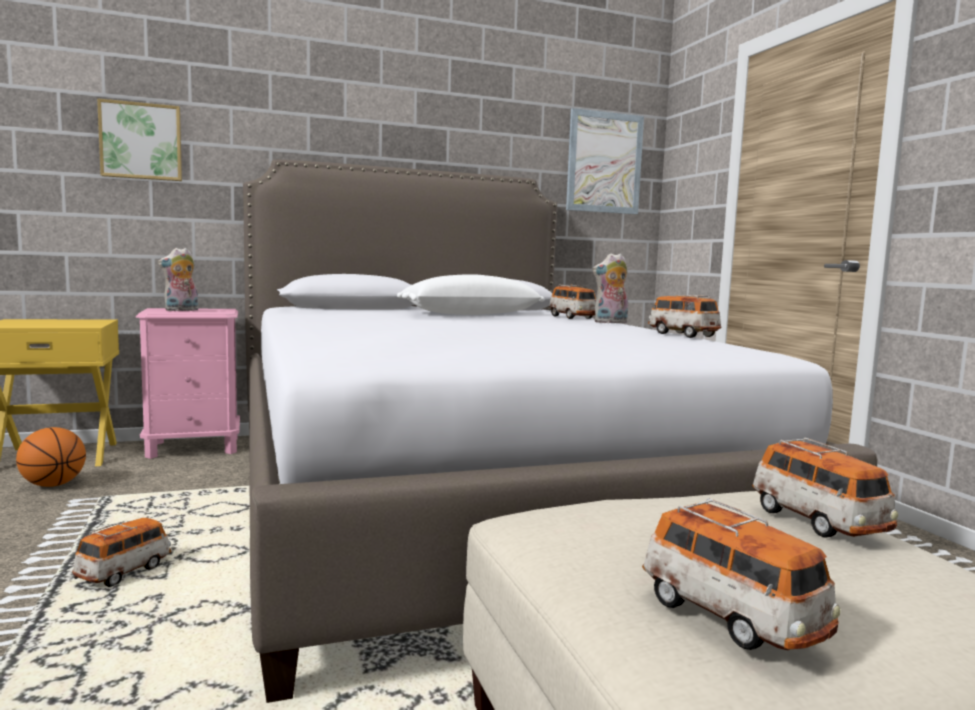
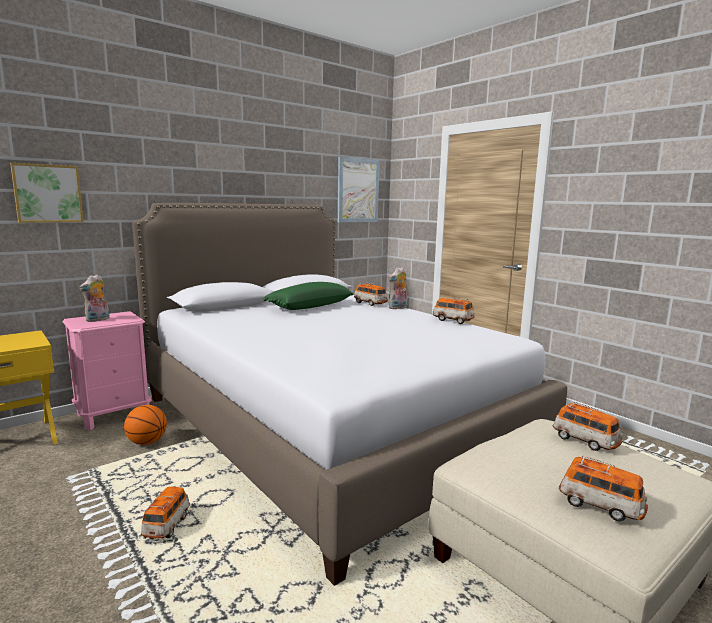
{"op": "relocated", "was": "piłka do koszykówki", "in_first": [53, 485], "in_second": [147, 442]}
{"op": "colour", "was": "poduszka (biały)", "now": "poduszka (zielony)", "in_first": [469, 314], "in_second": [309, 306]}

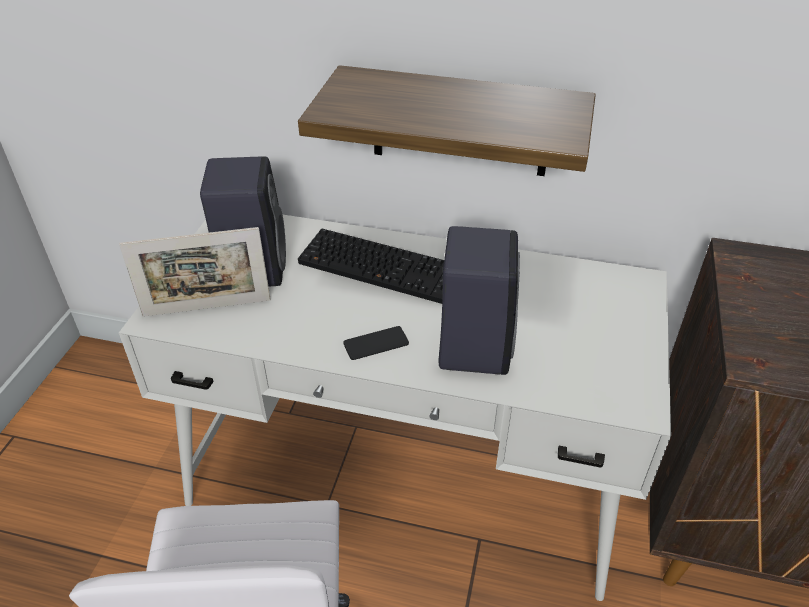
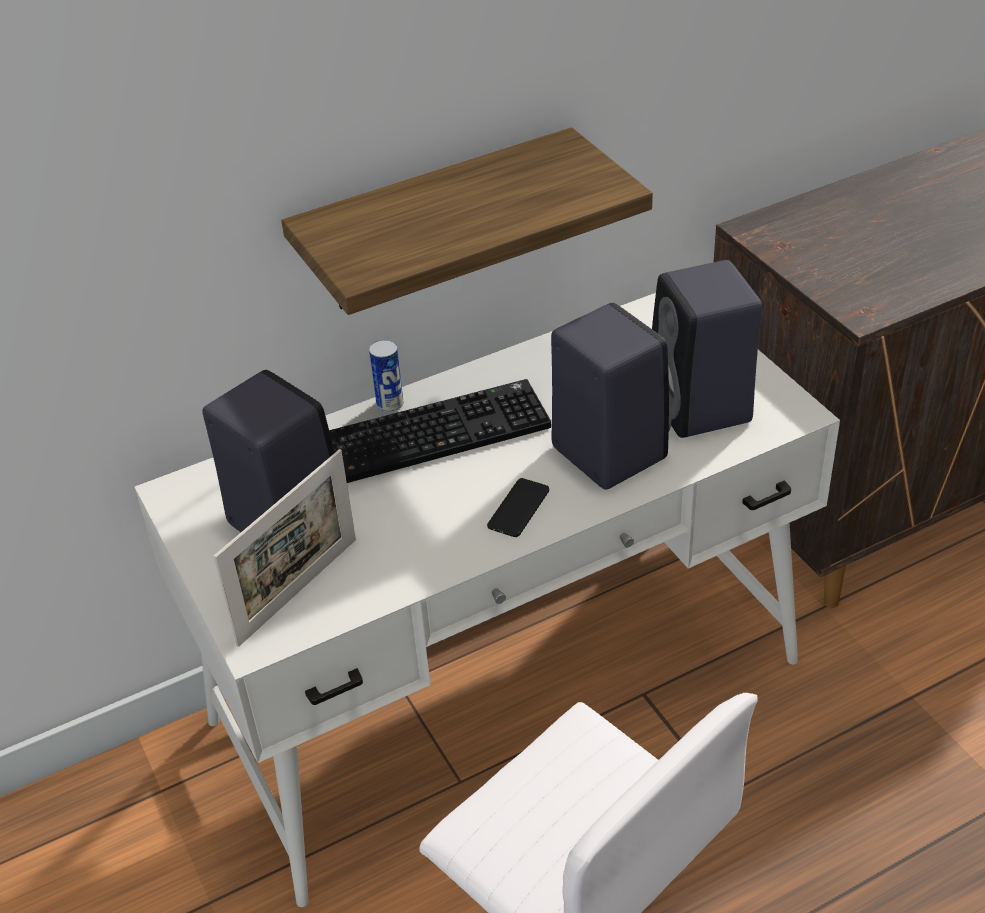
{"op": "appeared", "now": "puszka", "in_second": [390, 404]}
{"op": "appeared", "now": "głośnik (czarny)", "in_second": [702, 408]}

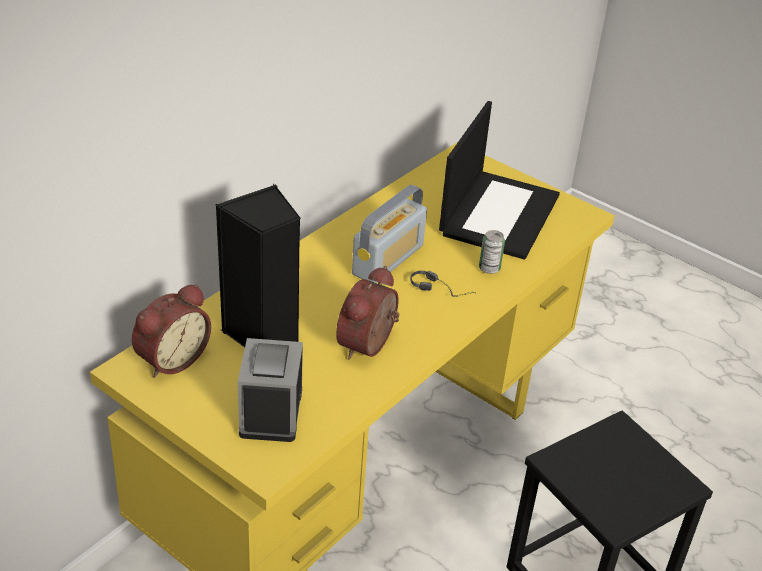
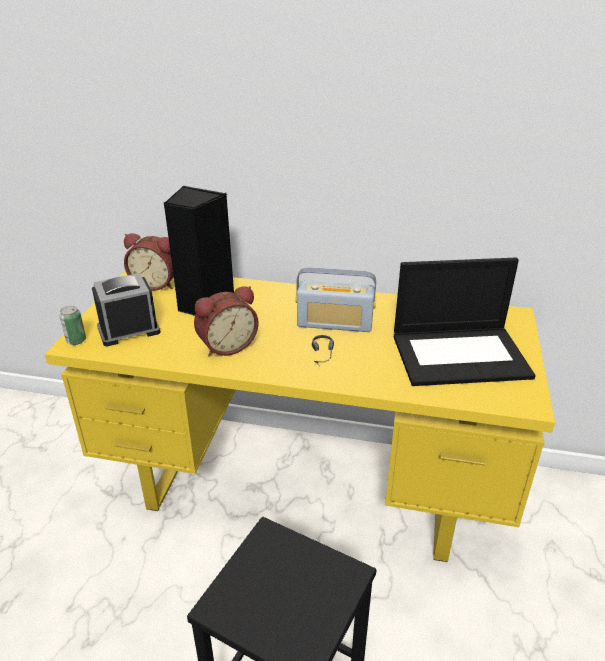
{"op": "relocated", "was": "puszka", "in_first": [489, 268], "in_second": [76, 340]}
{"op": "spun", "was": "budzik", "in_first": [370, 346], "in_second": [226, 345], "clockwise": 150}

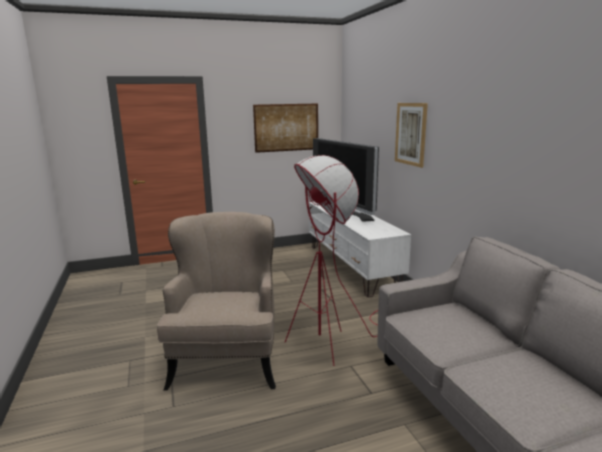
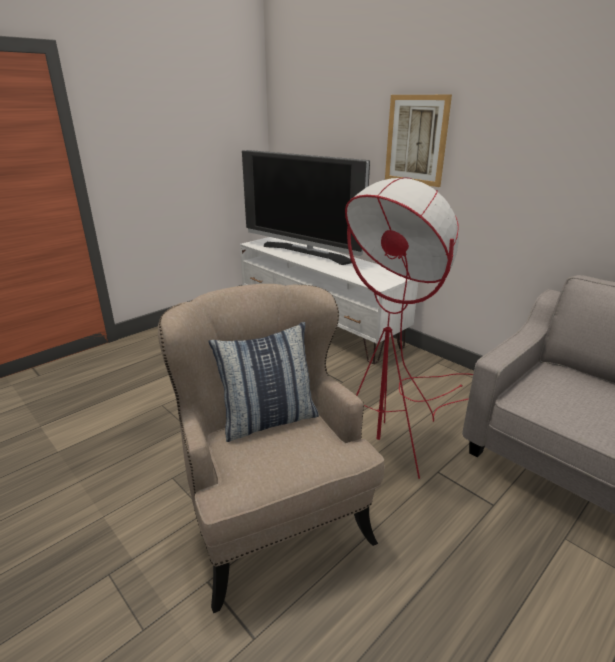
{"op": "missing", "was": "obraz", "in_first": [286, 127]}
{"op": "appeared", "now": "poduszka", "in_second": [269, 420]}

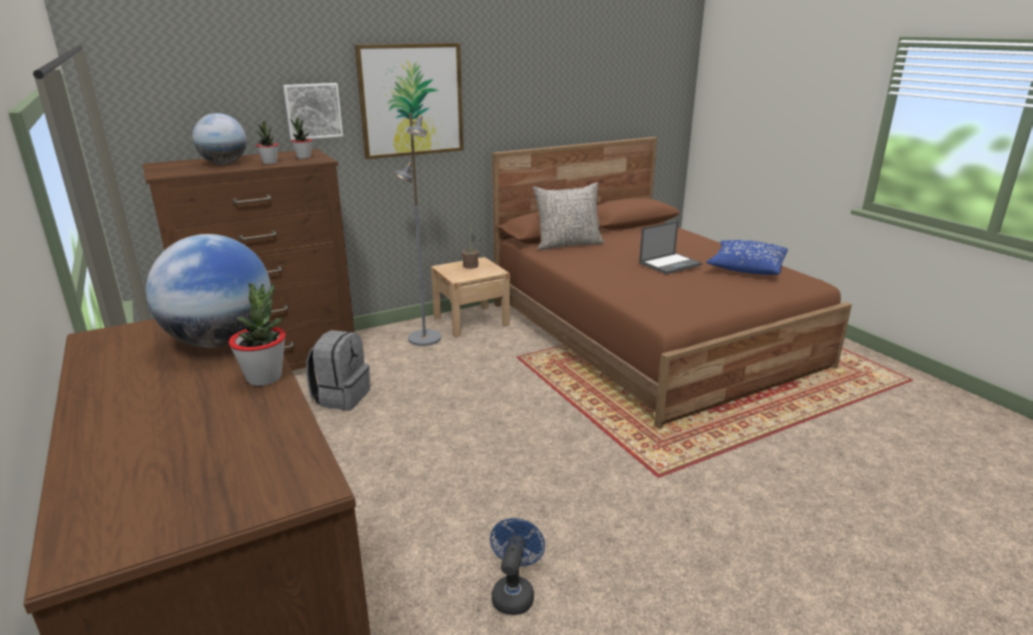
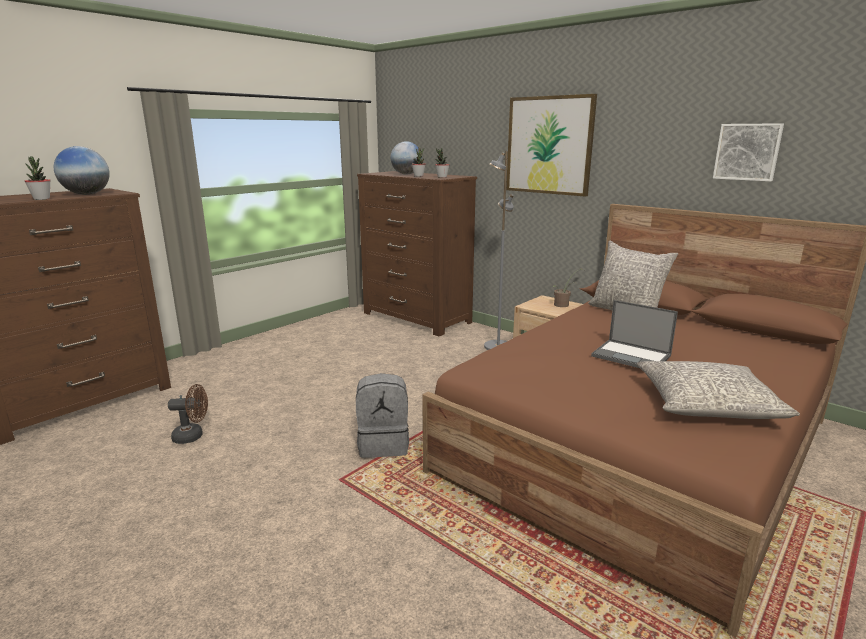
{"op": "relocated", "was": "obraz", "in_first": [313, 111], "in_second": [747, 152]}
{"op": "relocated", "was": "plecak (szary)", "in_first": [341, 397], "in_second": [383, 444]}
{"op": "colour", "was": "wentylator (niebieski)", "now": "wentylator (brązowy)", "in_first": [514, 592], "in_second": [193, 436]}
{"op": "colour", "was": "poduszka (niebieski)", "now": "poduszka (szary)", "in_first": [746, 268], "in_second": [706, 404]}

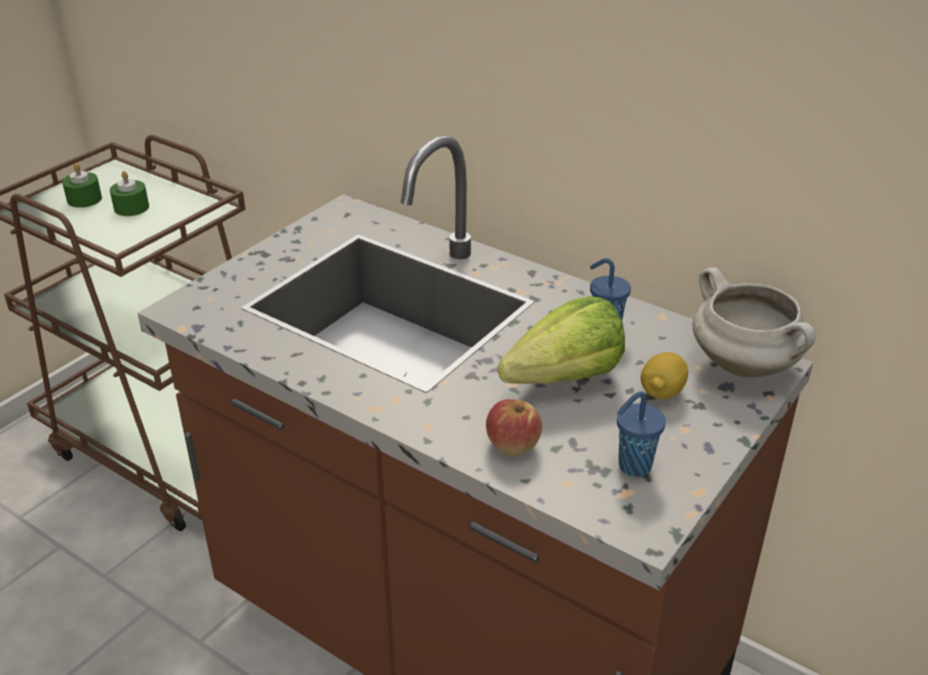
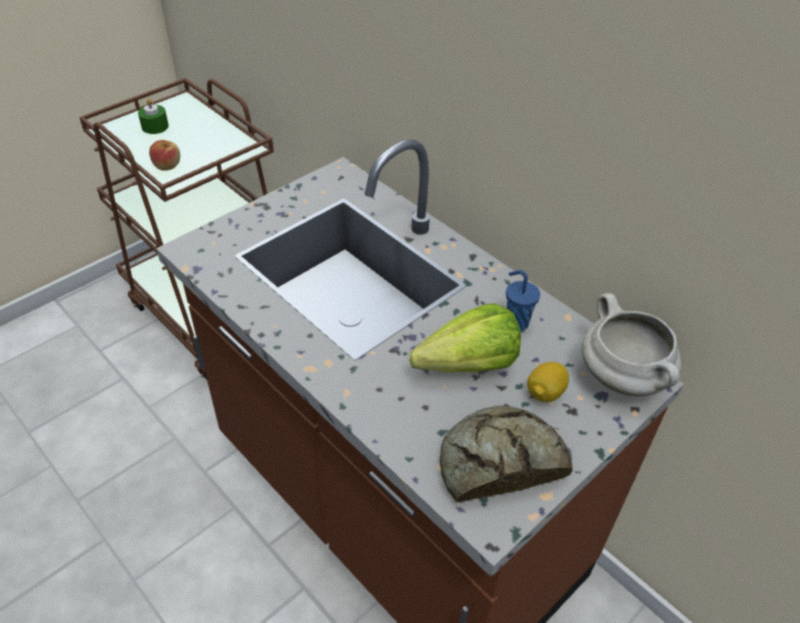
{"op": "missing", "was": "świeca (zielony)", "in_first": [131, 208]}
{"op": "relocated", "was": "jabłko", "in_first": [513, 444], "in_second": [167, 165]}
{"op": "exchanged", "was": "filiżanka (niebieski)", "now": "chleb", "in_first": [632, 467], "in_second": [499, 461]}

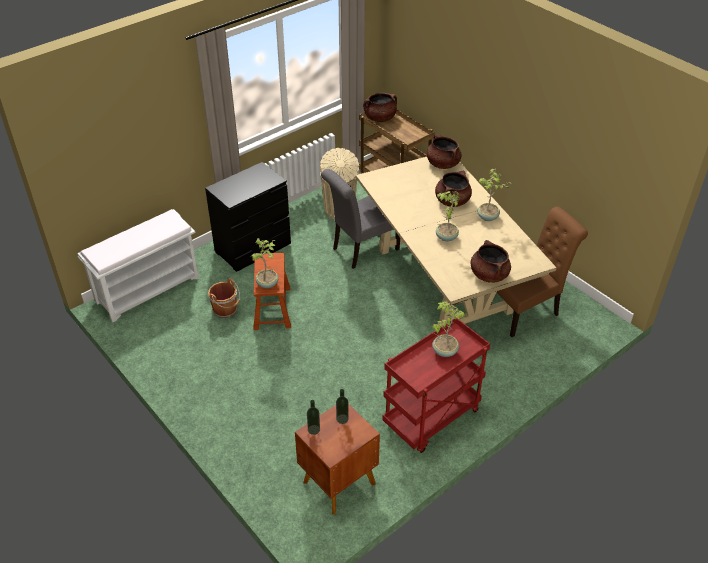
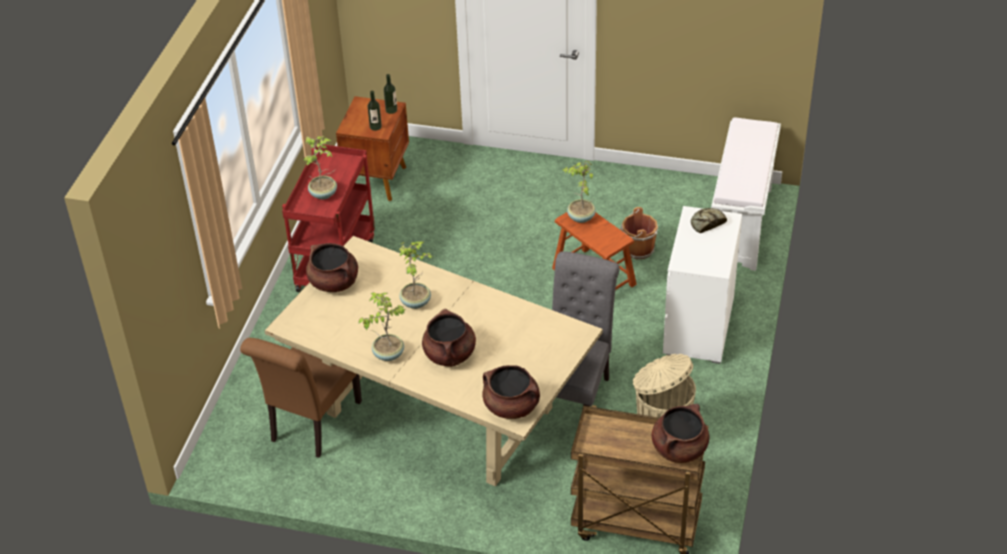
{"op": "appeared", "now": "chleb", "in_second": [707, 223]}
{"op": "colour", "was": "komoda (czarny)", "now": "komoda (biały)", "in_first": [253, 248], "in_second": [698, 327]}

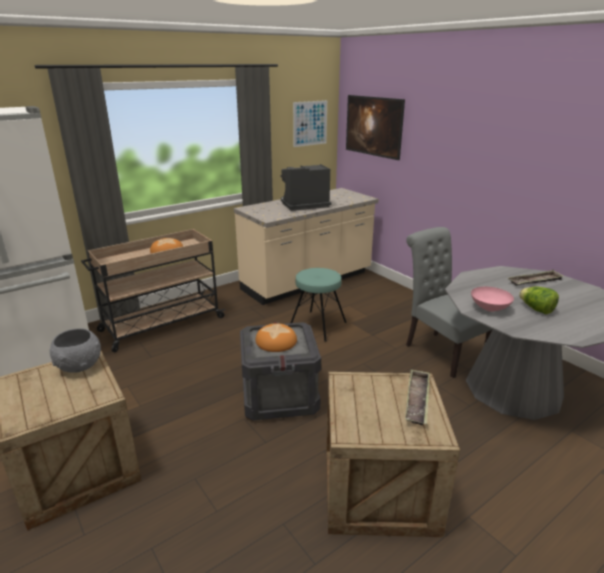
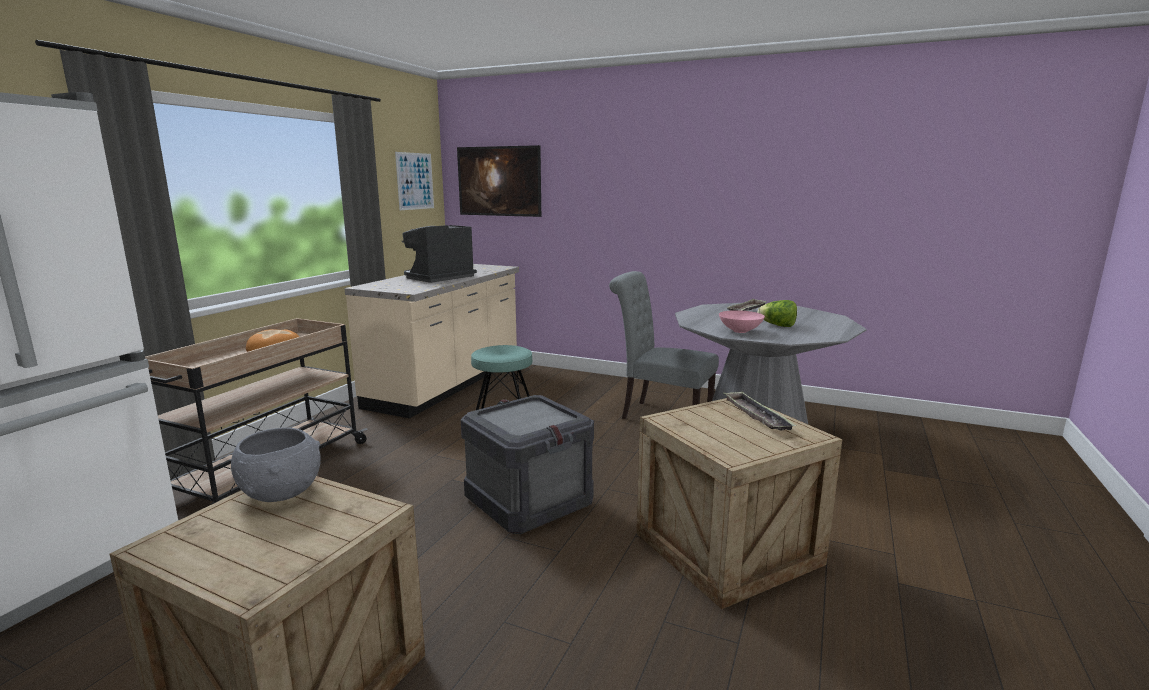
{"op": "missing", "was": "chleb", "in_first": [276, 341]}

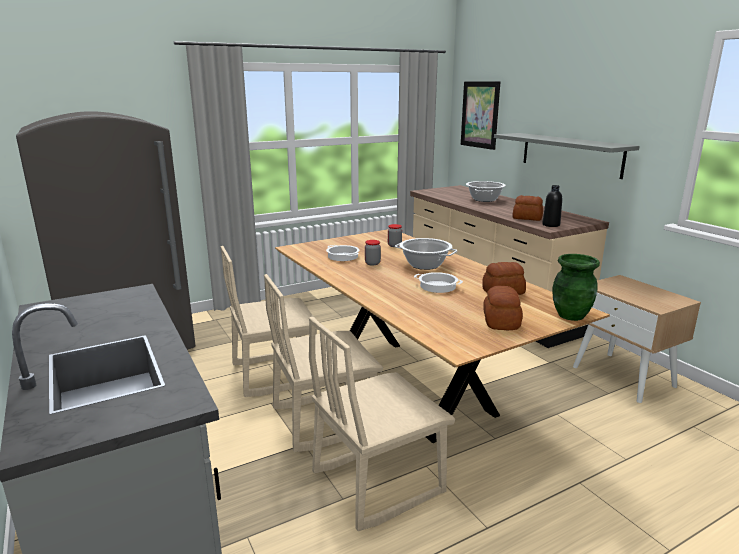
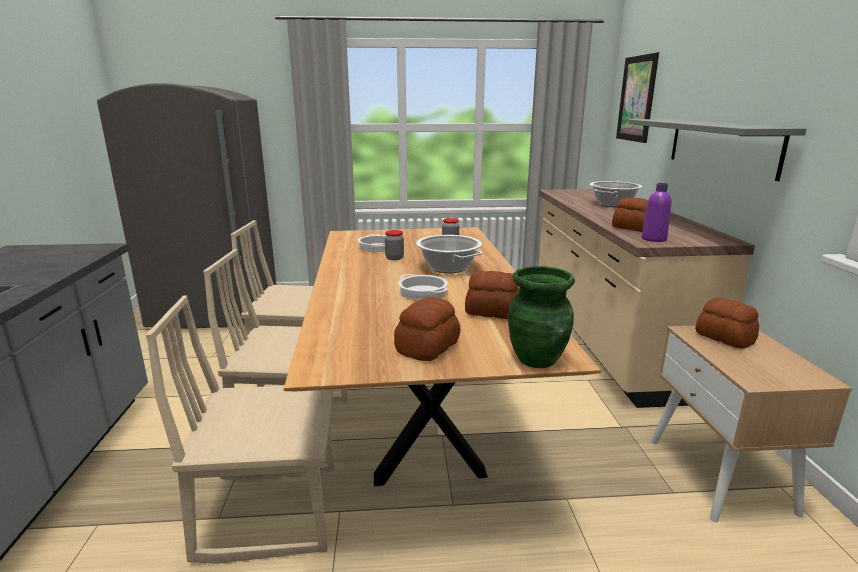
{"op": "appeared", "now": "chleb", "in_second": [724, 337]}
{"op": "colour", "was": "butelka (czarny)", "now": "butelka (fioletowy)", "in_first": [551, 225], "in_second": [653, 239]}

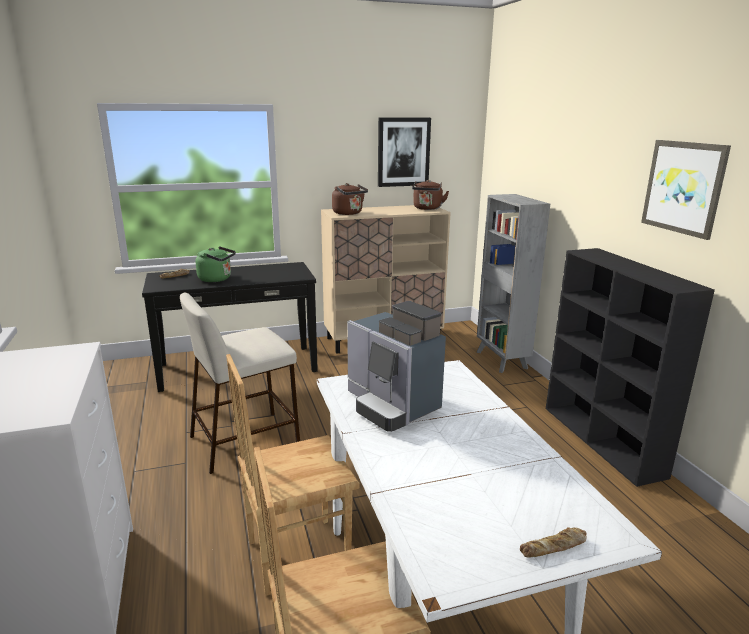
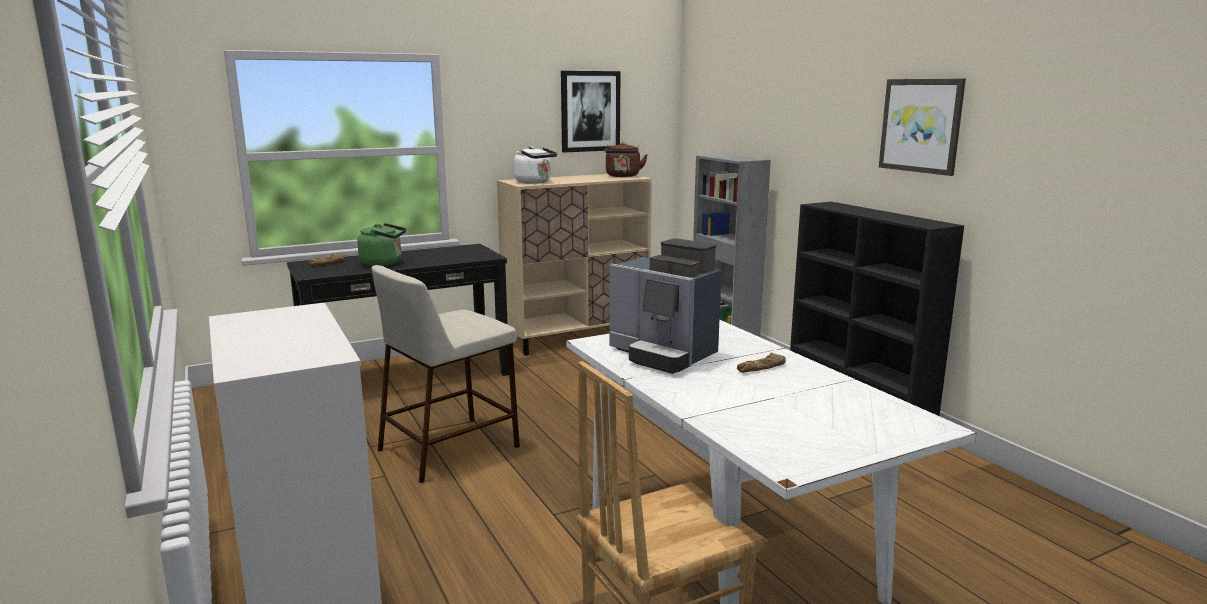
{"op": "missing", "was": "krzesło (brązowy)", "in_first": [297, 554]}
{"op": "relocated", "was": "chleb", "in_first": [554, 547], "in_second": [762, 368]}
{"op": "colour", "was": "czajnik (brązowy)", "now": "czajnik (biały)", "in_first": [349, 213], "in_second": [534, 182]}

